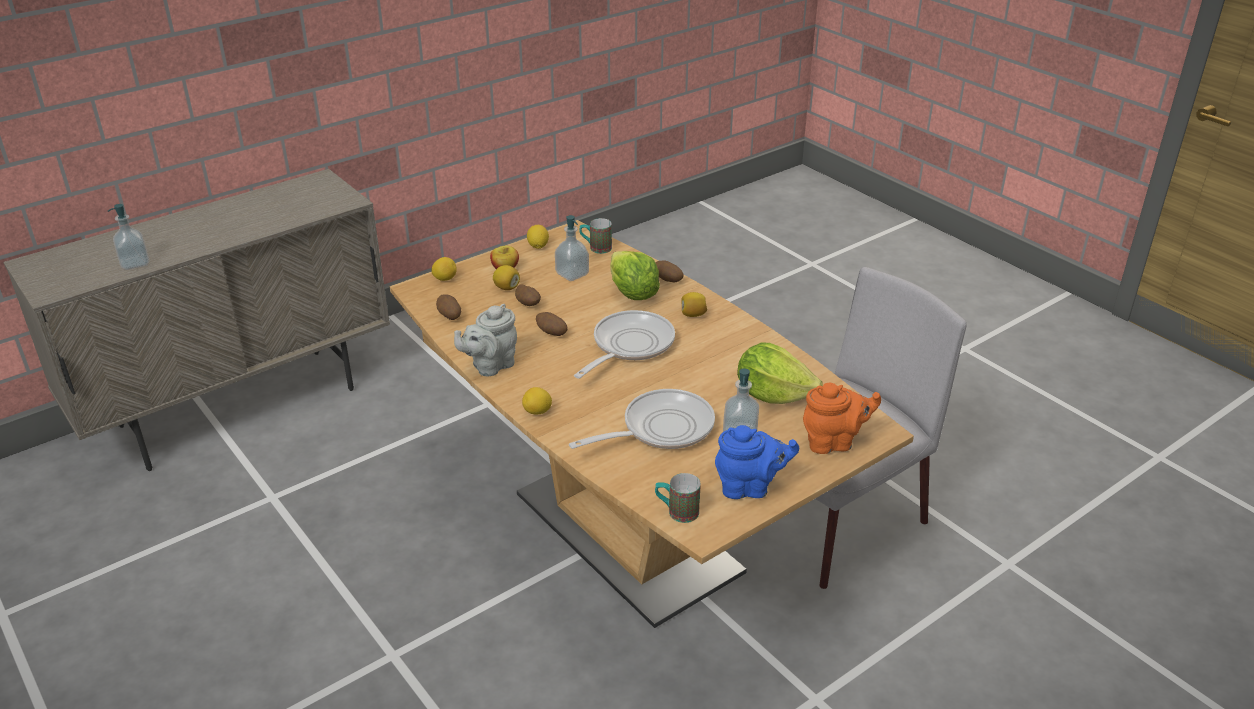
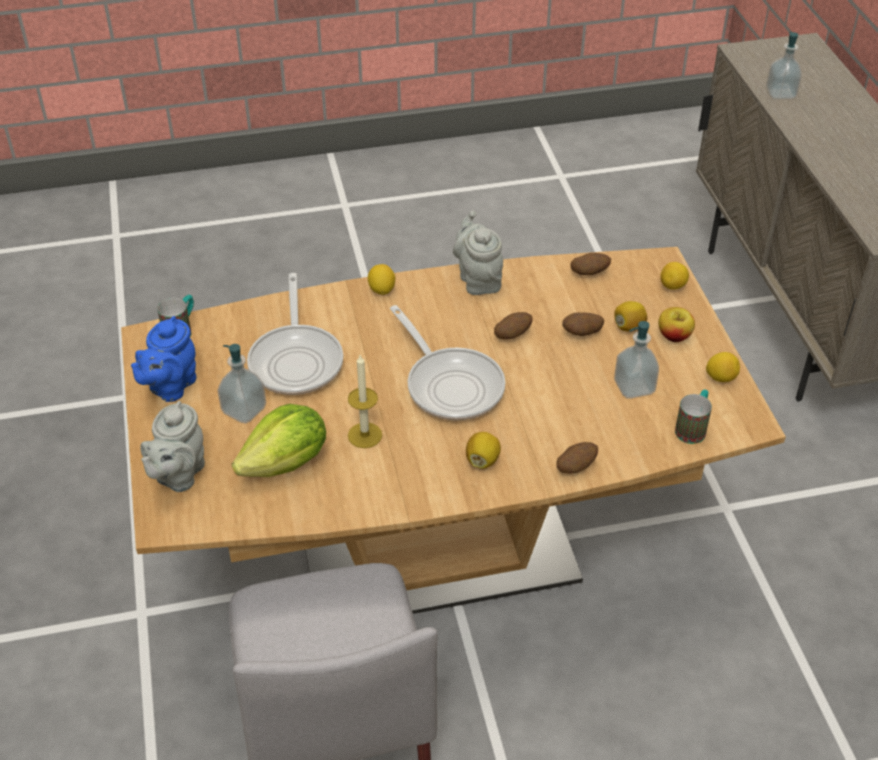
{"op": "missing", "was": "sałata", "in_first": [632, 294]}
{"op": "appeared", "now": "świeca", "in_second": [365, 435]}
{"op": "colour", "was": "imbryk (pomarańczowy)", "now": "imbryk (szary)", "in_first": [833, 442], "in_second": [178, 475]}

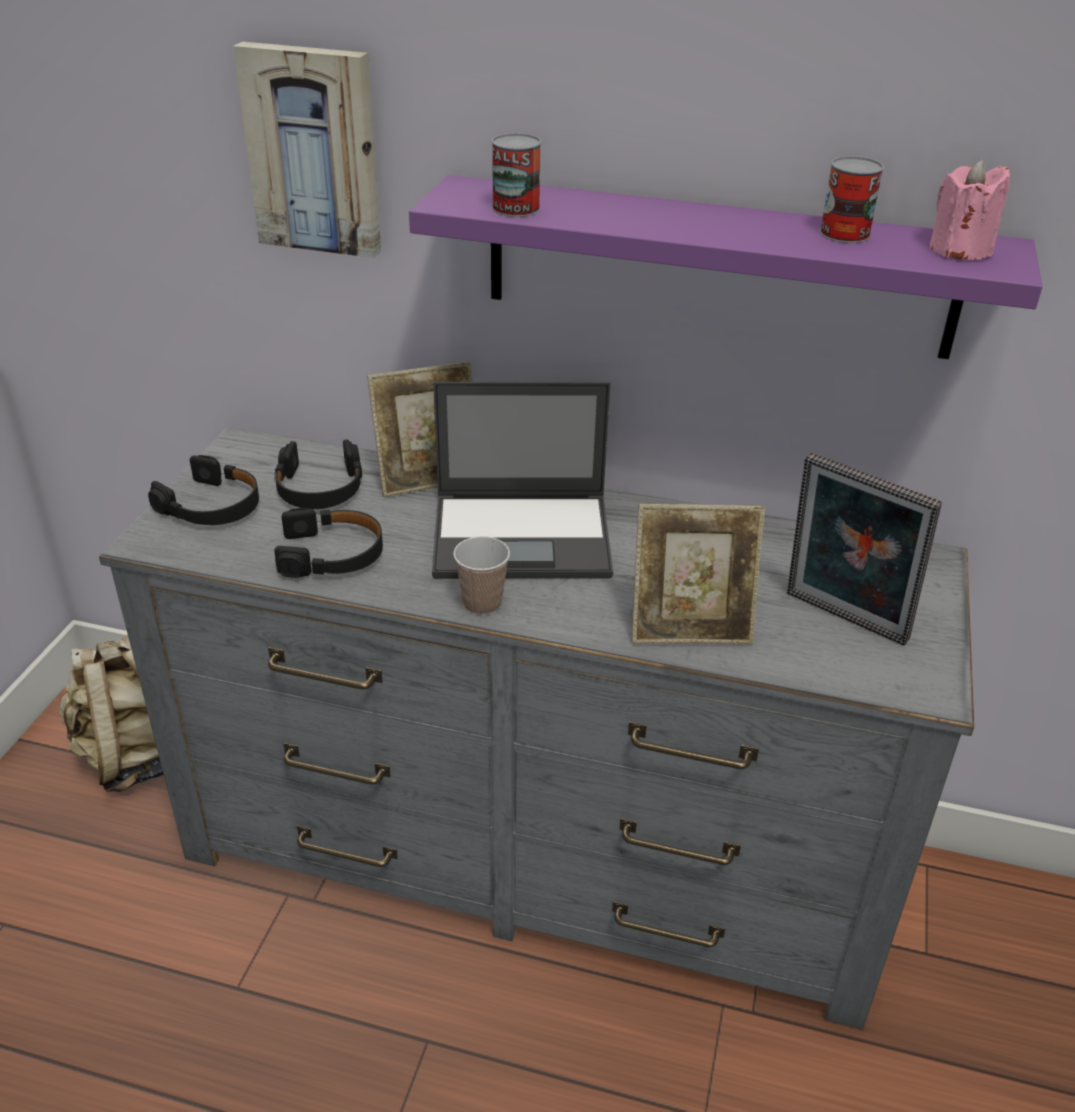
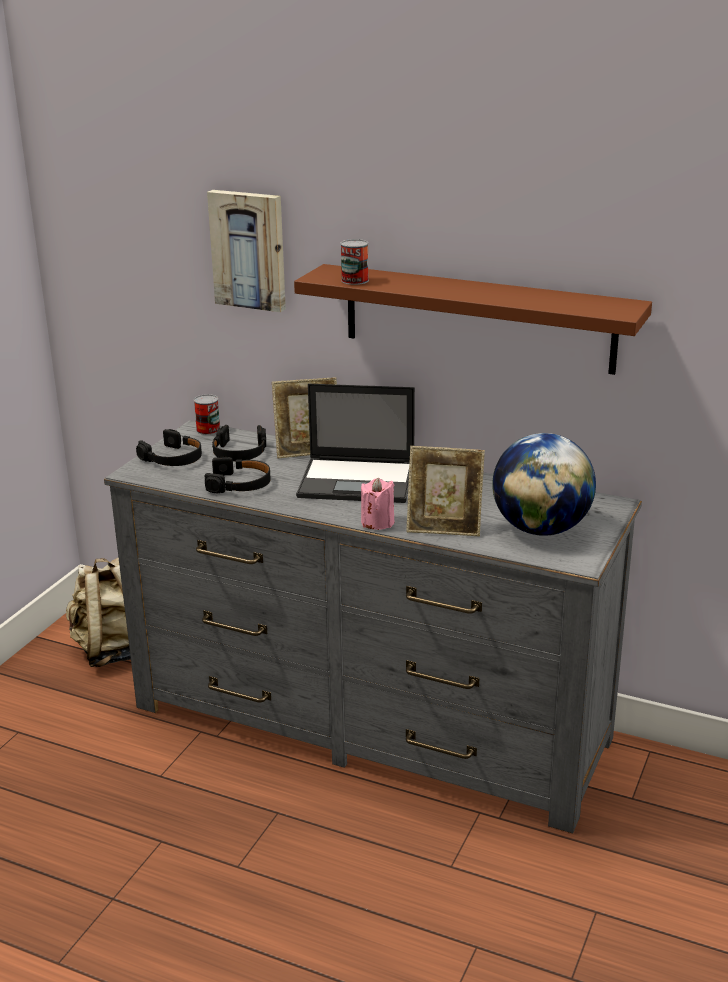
{"op": "missing", "was": "filiżanka", "in_first": [482, 603]}
{"op": "relocated", "was": "puszka", "in_first": [844, 233], "in_second": [208, 430]}
{"op": "relocated", "was": "świeca (różowy)", "in_first": [960, 249], "in_second": [377, 522]}
{"op": "exchanged", "was": "ramka na zdjęcie", "now": "globus", "in_first": [842, 620], "in_second": [541, 529]}
{"op": "colour", "was": "półka (fioletowy)", "now": "półka (brązowy)", "in_first": [718, 267], "in_second": [477, 318]}

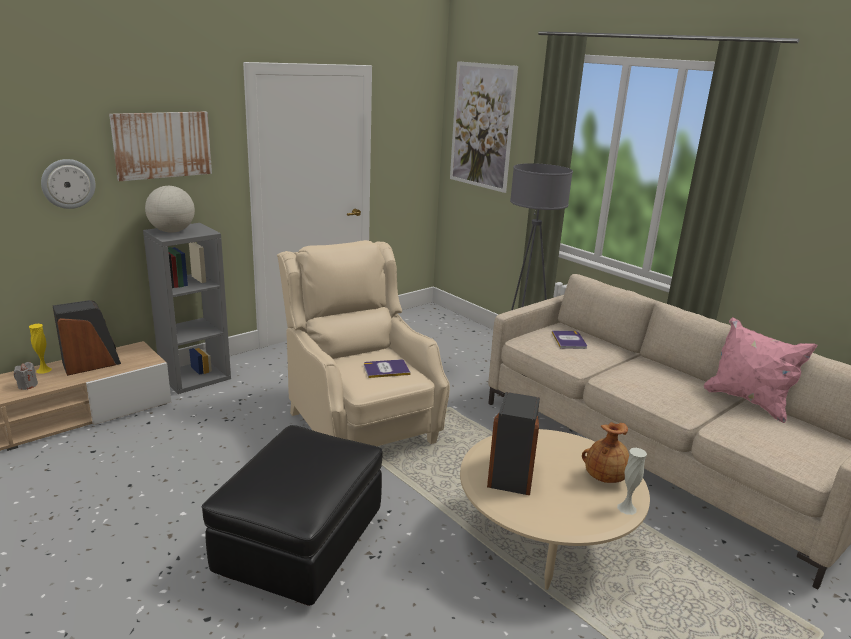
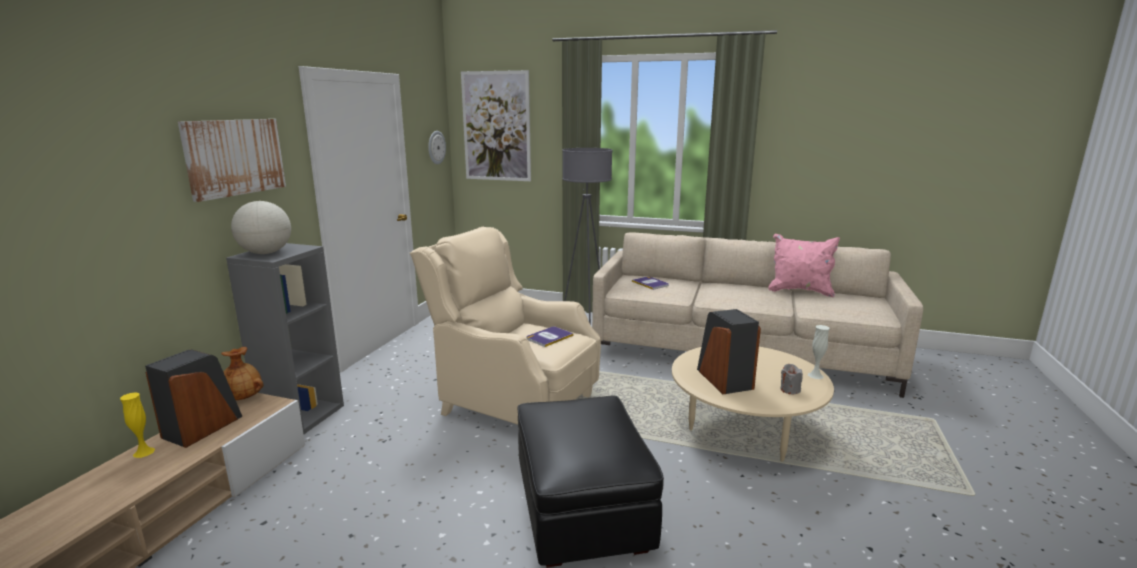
{"op": "relocated", "was": "świeca (szary)", "in_first": [27, 386], "in_second": [790, 390]}
{"op": "relocated", "was": "zegar ścienny", "in_first": [68, 183], "in_second": [436, 147]}
{"op": "relocated", "was": "wazon (brązowy)", "in_first": [605, 478], "in_second": [244, 398]}

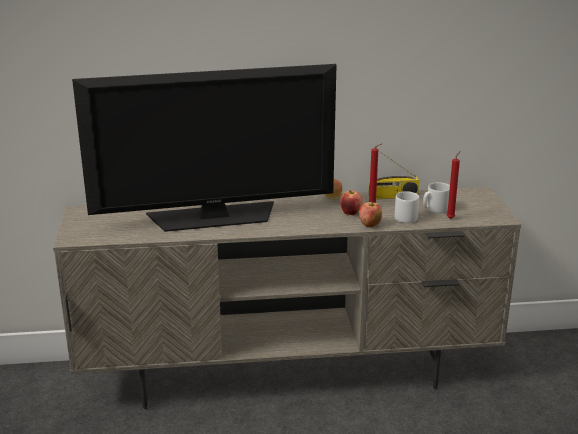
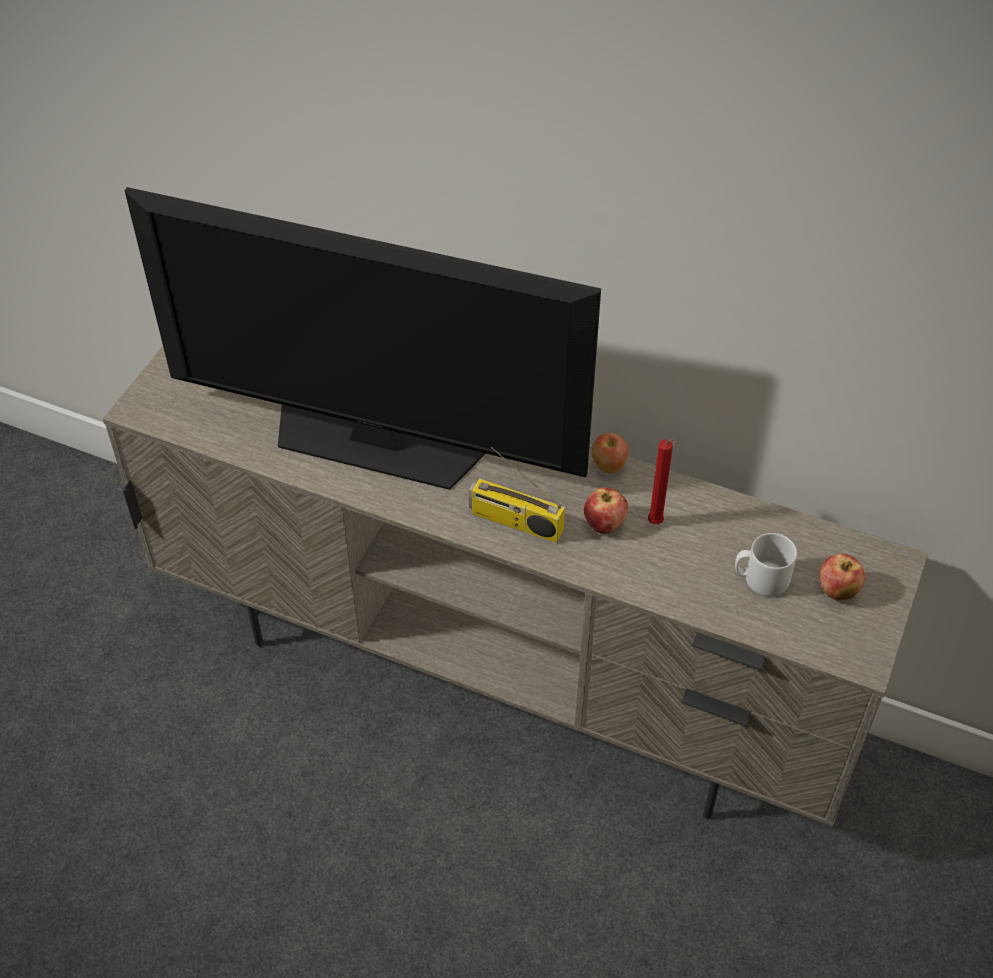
{"op": "missing", "was": "kubek (szary)", "in_first": [404, 217]}
{"op": "missing", "was": "świeca (czerwony)", "in_first": [451, 218]}
{"op": "relocated", "was": "jabłko", "in_first": [369, 225], "in_second": [837, 591]}
{"op": "relocated", "was": "radio", "in_first": [393, 196], "in_second": [514, 522]}

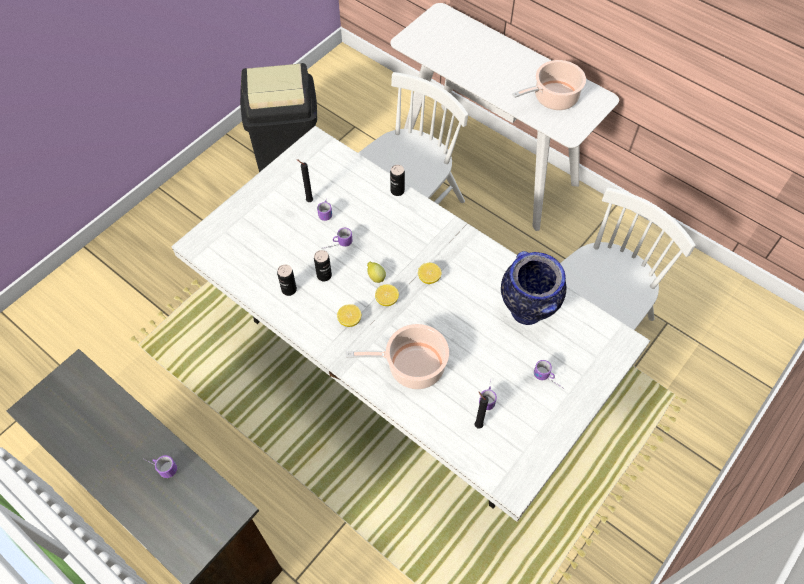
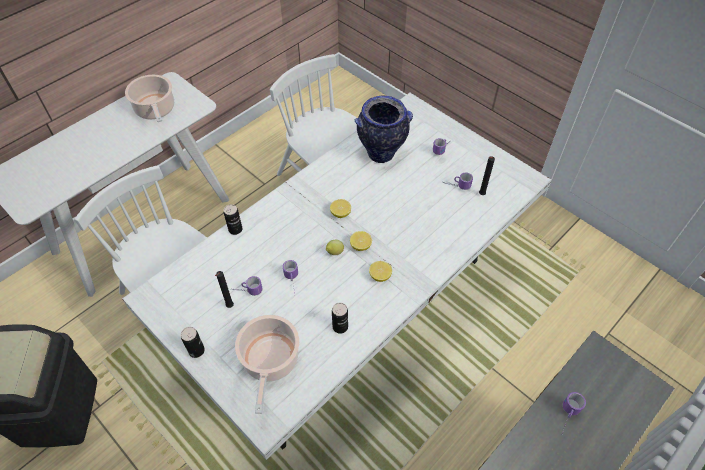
{"op": "relocated", "was": "puszka", "in_first": [324, 275], "in_second": [196, 350]}
{"op": "relocated", "was": "garnek", "in_first": [412, 366], "in_second": [270, 362]}

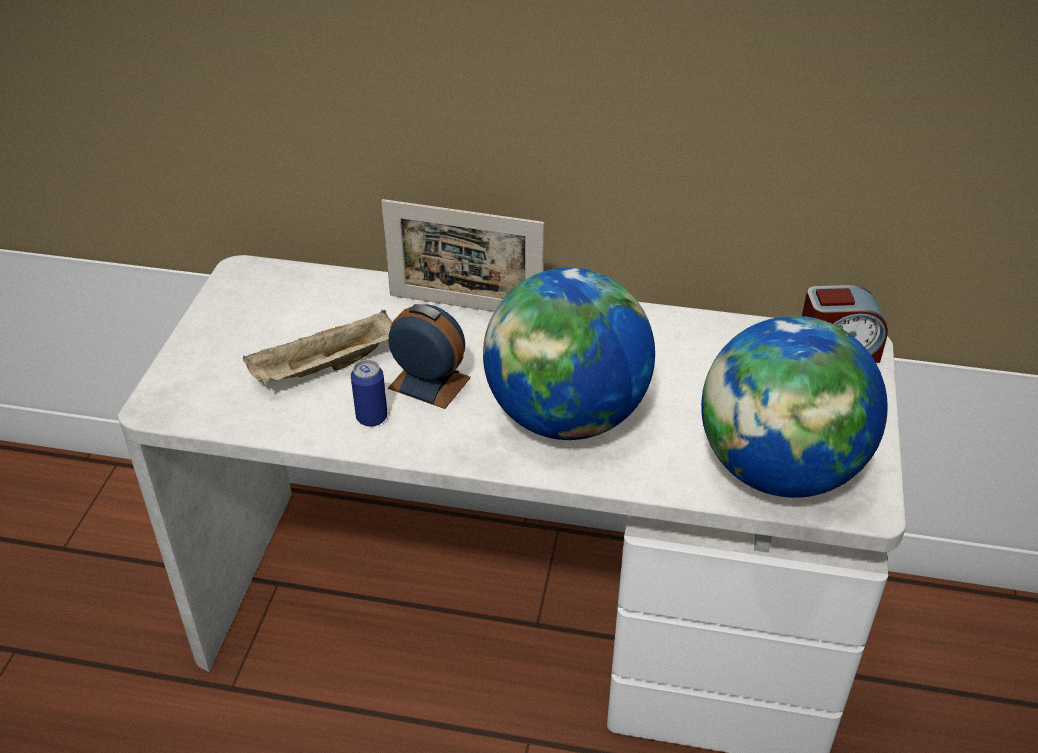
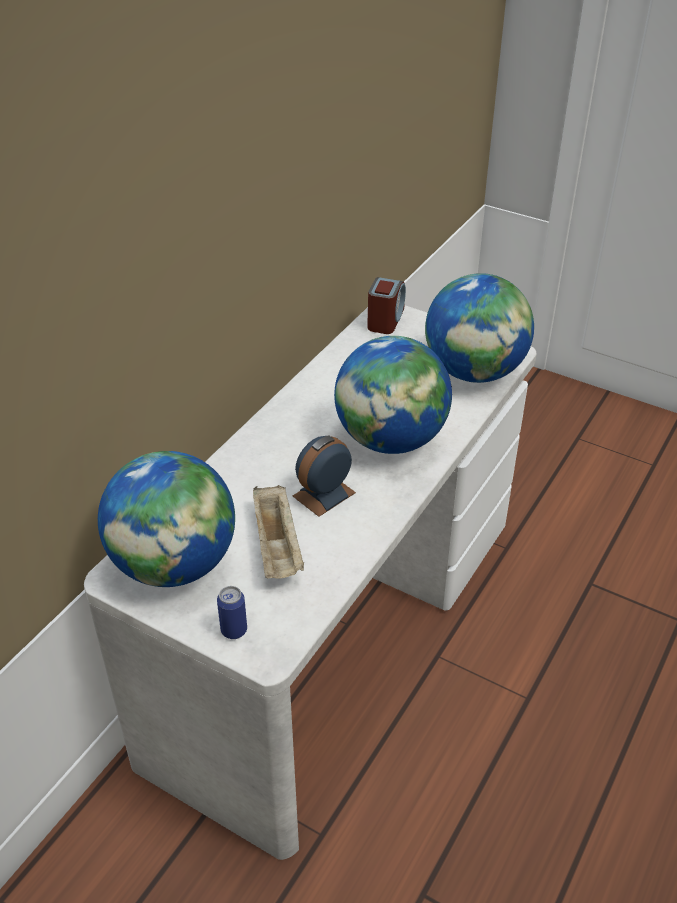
{"op": "missing", "was": "ramka na zdjęcie", "in_first": [465, 306]}
{"op": "appeared", "now": "globus", "in_second": [175, 564]}
{"op": "relocated", "was": "puszka", "in_first": [372, 417], "in_second": [234, 630]}

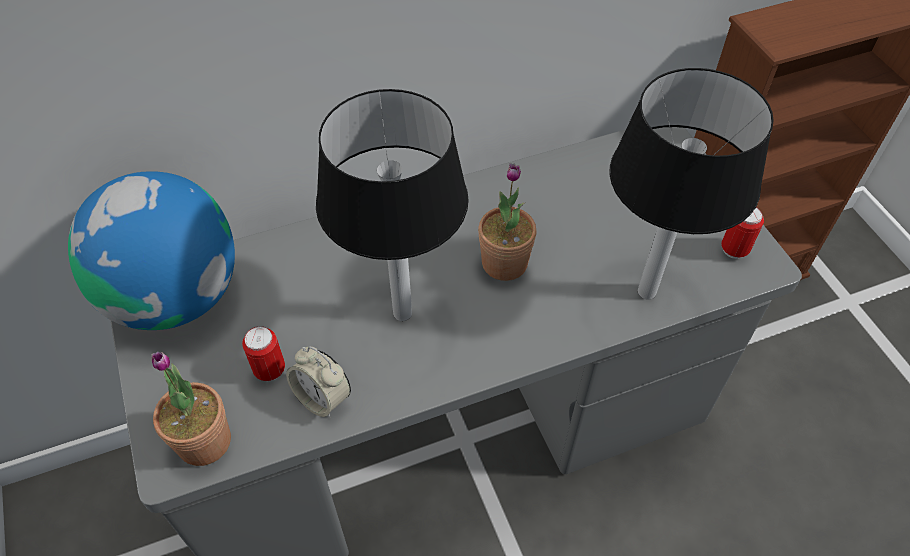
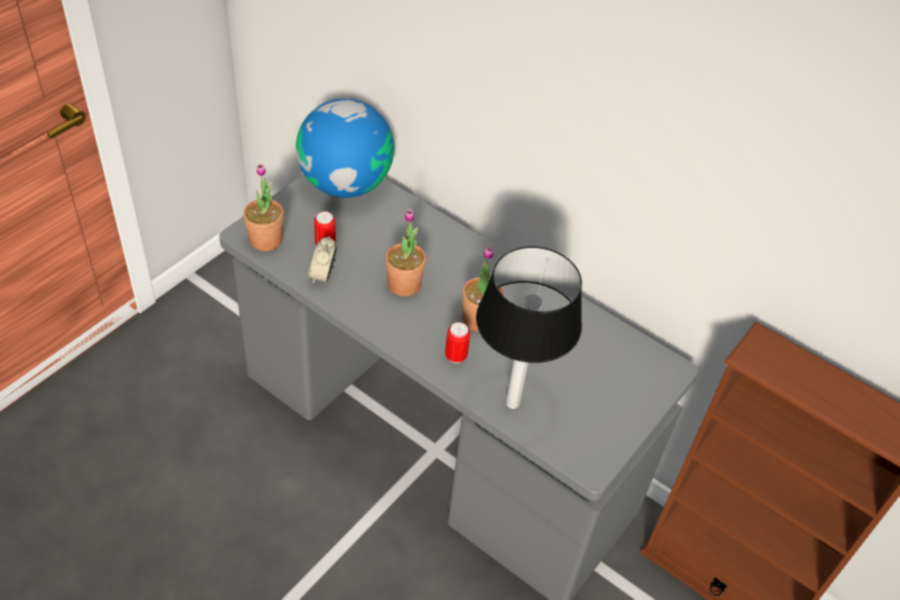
{"op": "relocated", "was": "puszka", "in_first": [734, 250], "in_second": [455, 356]}
{"op": "exchanged", "was": "lampa stołowa", "now": "roślina doniczkowa", "in_first": [401, 312], "in_second": [404, 284]}

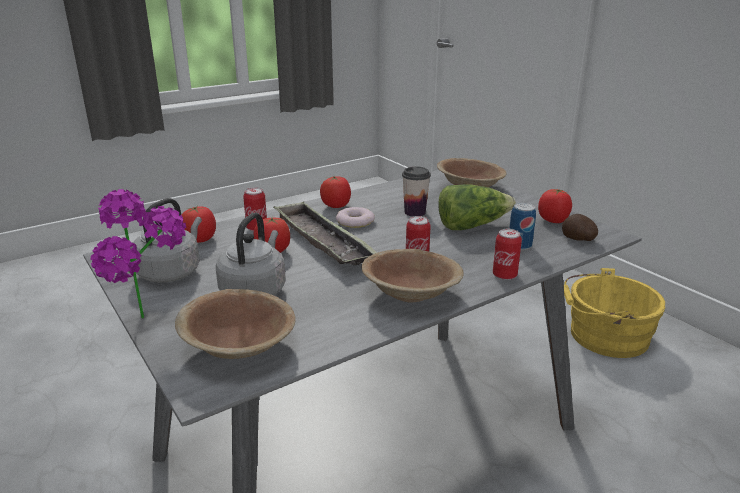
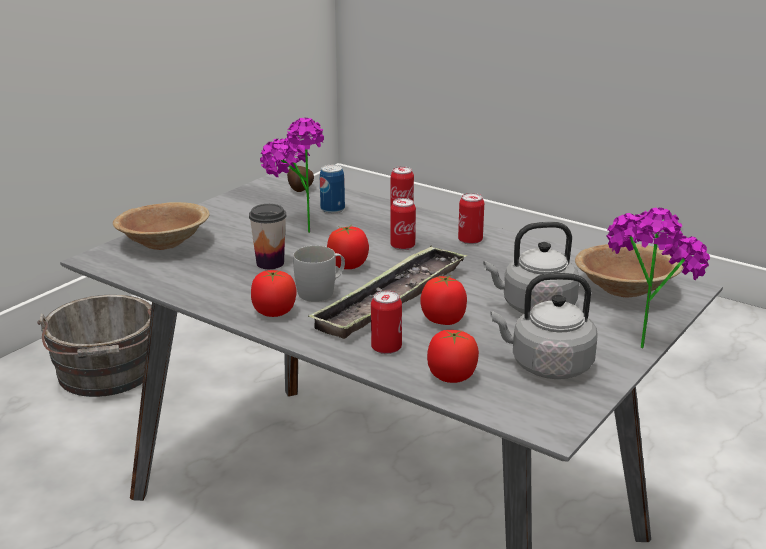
{"op": "relocated", "was": "pomidor", "in_first": [553, 220], "in_second": [348, 266]}
{"op": "exchanged", "was": "donut", "now": "kubek (biały)", "in_first": [355, 221], "in_second": [322, 291]}
{"op": "exchanged", "was": "miska (brązowy)", "now": "puszka", "in_first": [411, 294], "in_second": [470, 241]}
{"op": "exchanged", "was": "sałata", "now": "roślina doniczkowa", "in_first": [472, 226], "in_second": [294, 232]}
{"op": "colour", "was": "wiadro (żółty)", "now": "wiadro (szary)", "in_first": [603, 336], "in_second": [106, 375]}

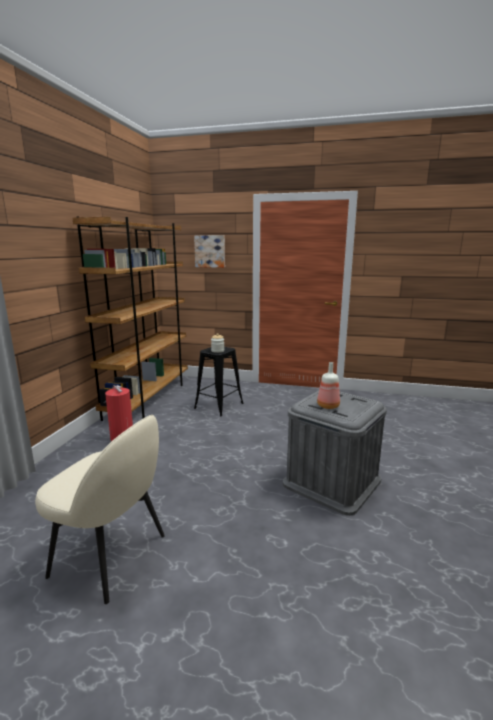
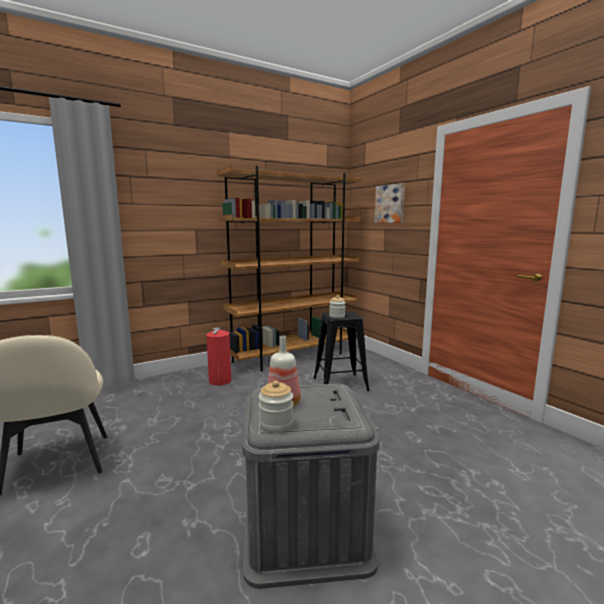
{"op": "appeared", "now": "słoik", "in_second": [276, 424]}

